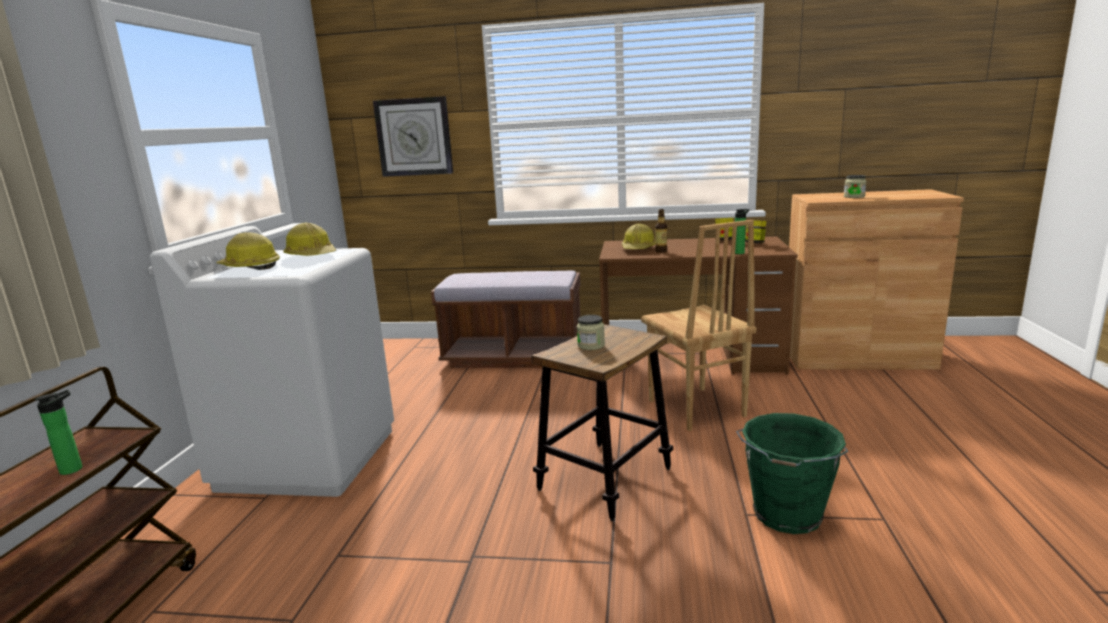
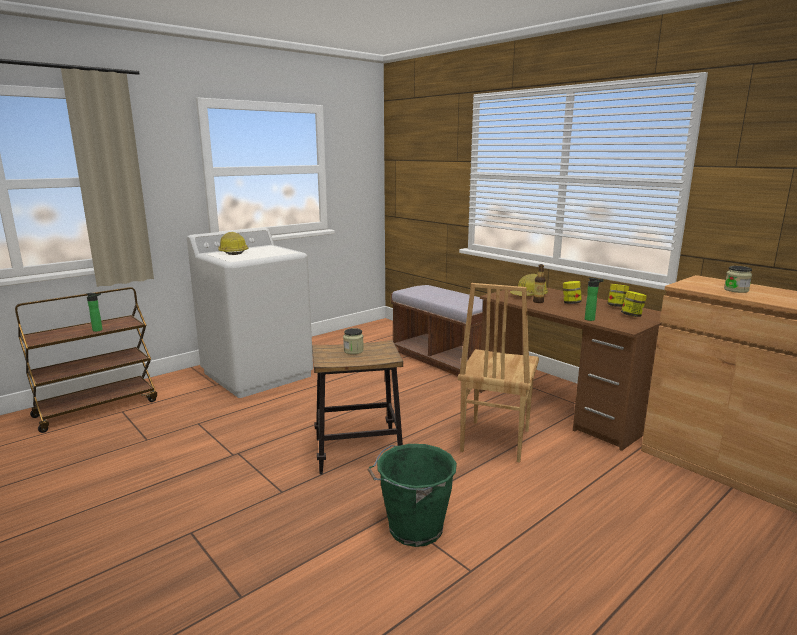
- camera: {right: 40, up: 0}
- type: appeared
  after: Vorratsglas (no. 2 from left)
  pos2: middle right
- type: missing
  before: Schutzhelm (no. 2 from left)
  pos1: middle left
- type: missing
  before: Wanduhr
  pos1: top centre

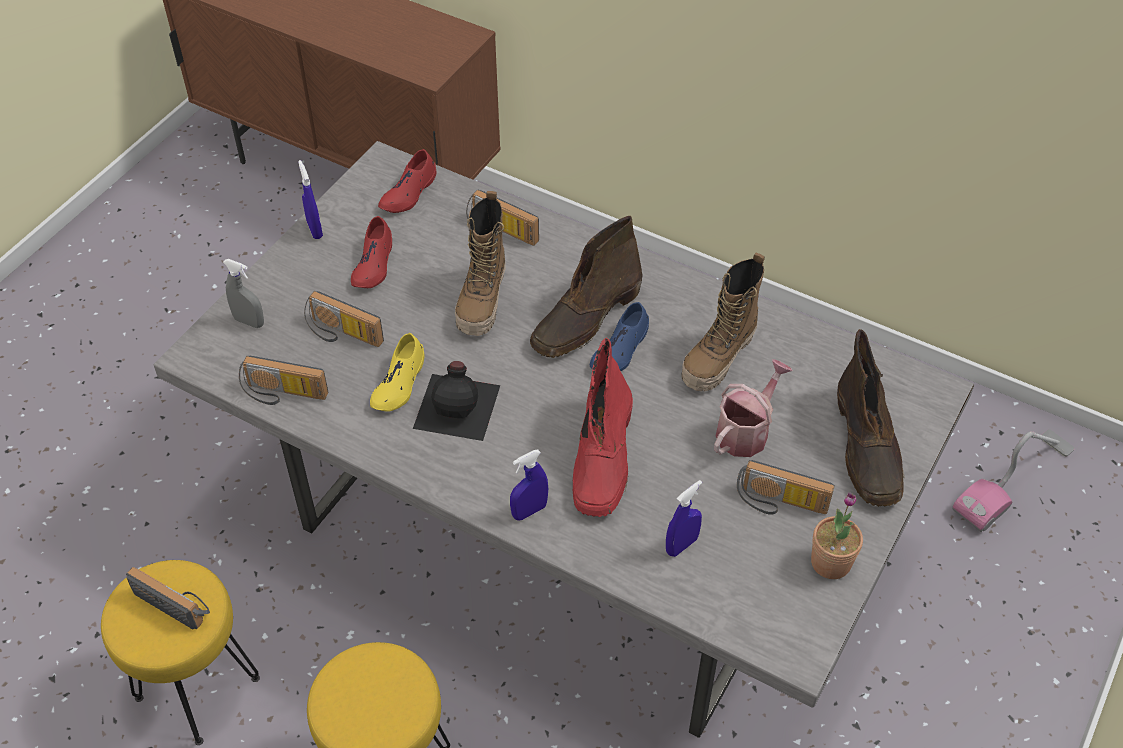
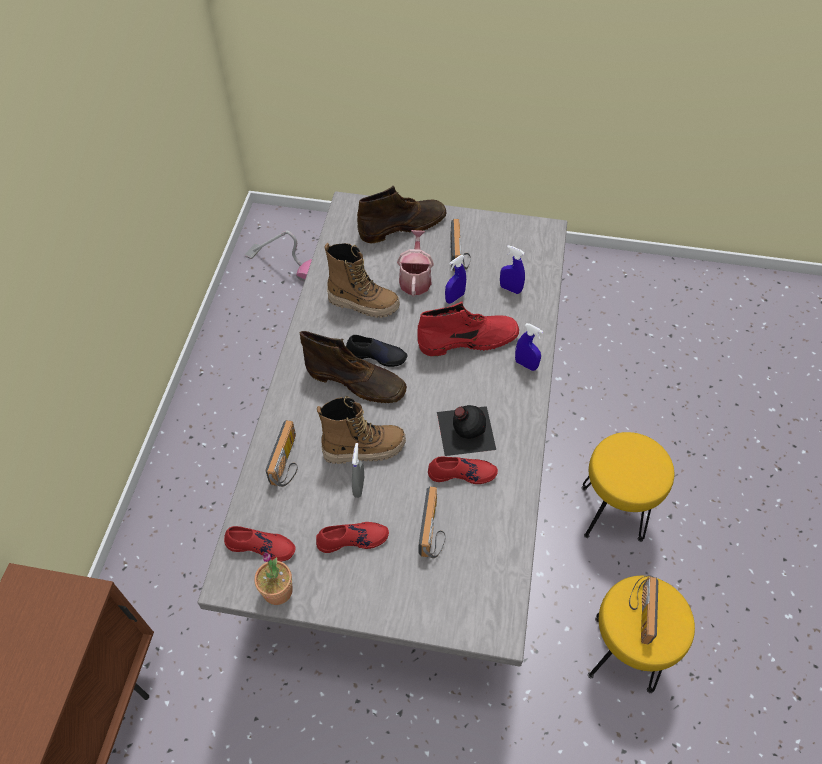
- camera: {right: -110, up: 5}
- type: relocated
  before: Topfpflanze
  pos1: bottom right
  pos2: bottom centre
- type: colour
  before: Schuh [blau]
  after: Schuh [schwarz]
  pos1: centre
  pos2: centre
- type: relocated
  before: Sprühflasche [grau]
  pos1: middle left
  pos2: centre
- type: spun
  before: Gießkanne
  pos1: middle right
  pos2: centre
  turn: 75
- type: colour
  before: Schuh [gelb]
  after: Schuh [rot] (no. 3 from left)
  pos1: centre
  pos2: centre
- type: relocated
  before: Sprühflasche [blau] (no. 1 from left)
  pos1: top left
  pos2: centre
- type: missing
  before: Radio (no. 2 from left)
  pos1: middle left

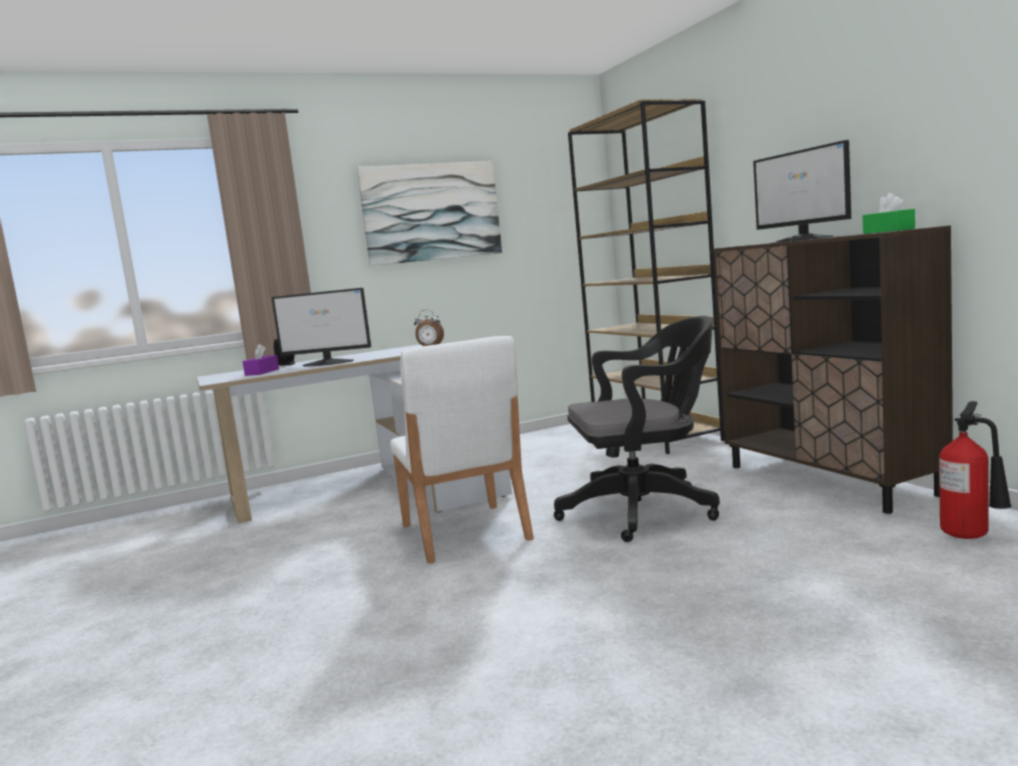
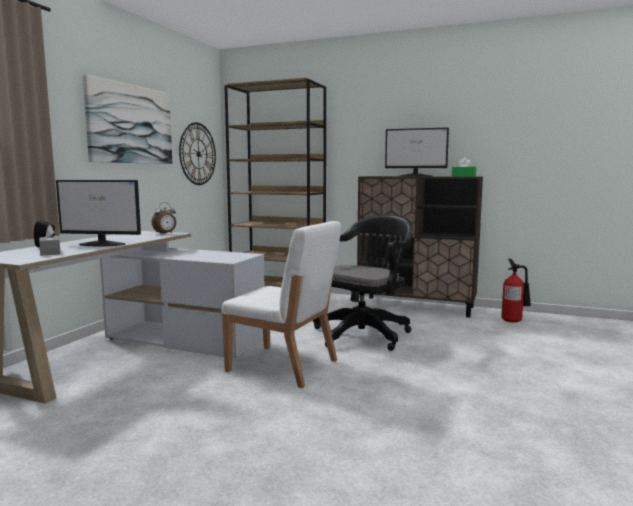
- camera: {right: -45, up: 0}
- type: colour
  before: Taschentuchbox [lila]
  after: Taschentuchbox [grau]
  pos1: middle left
  pos2: middle left
- type: spun
  before: Monitor (no. 1 from left)
  pos1: middle left
  pos2: middle left
  turn: 45
- type: appeared
  after: Wanduhr
  pos2: top left

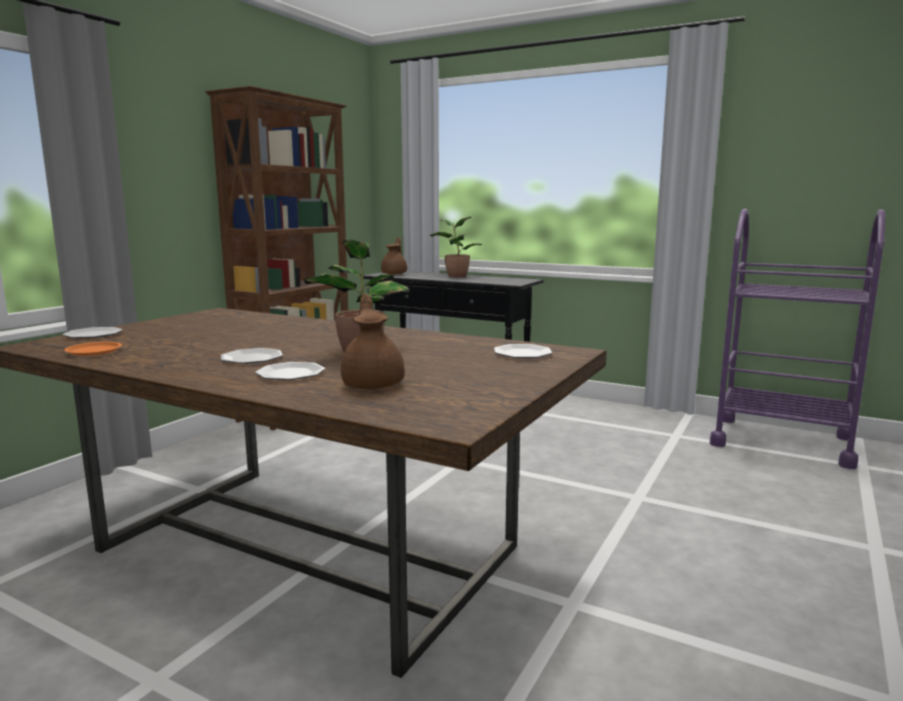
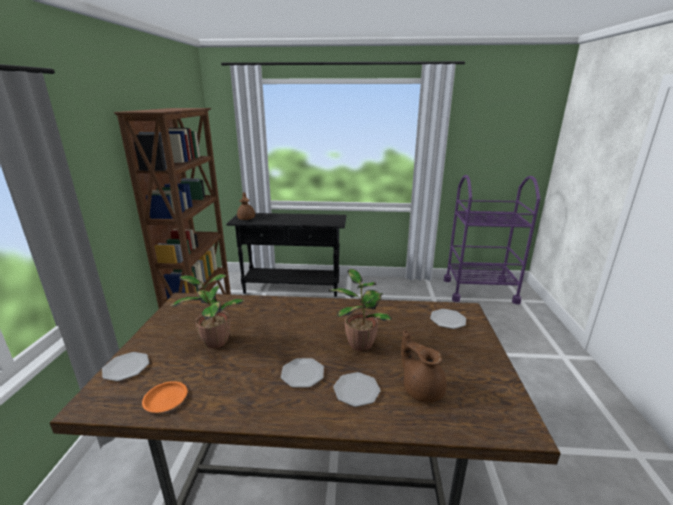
- camera: {right: -25, up: 10}
- type: relocated
  before: Topfpflanze (no. 2 from left in the first image)
  after: Topfpflanze (no. 1 from left)
  pos1: centre
  pos2: middle left

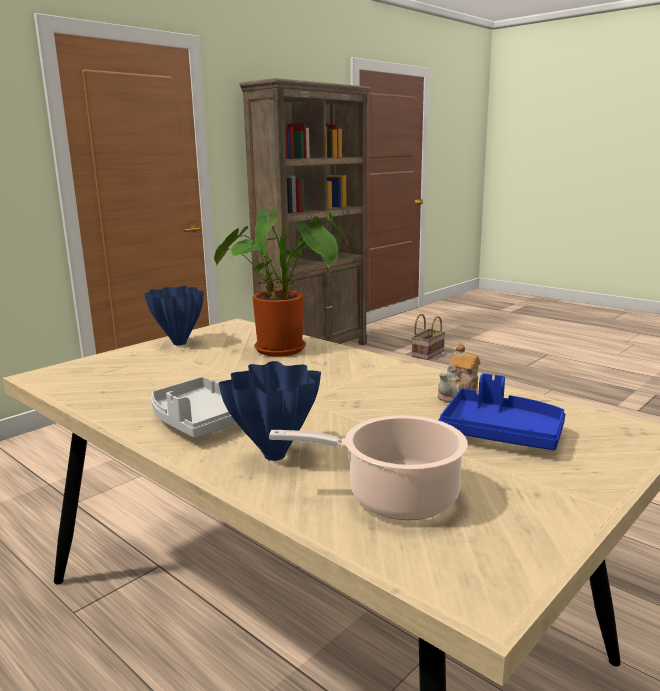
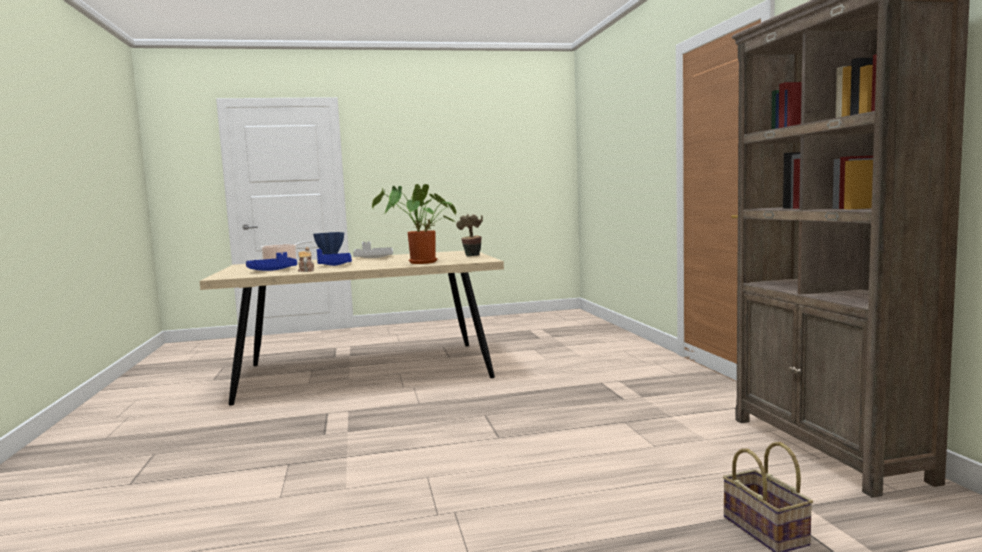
- camera: {right: 125, up: -10}
- type: appeared
  after: Tablett [blau] (no. 2 from left)
  pos2: centre
- type: exchanged
  before: Vase [blau] (no. 1 from left)
  after: Topfpflanze (no. 2 from left)
  pos1: middle left
  pos2: centre

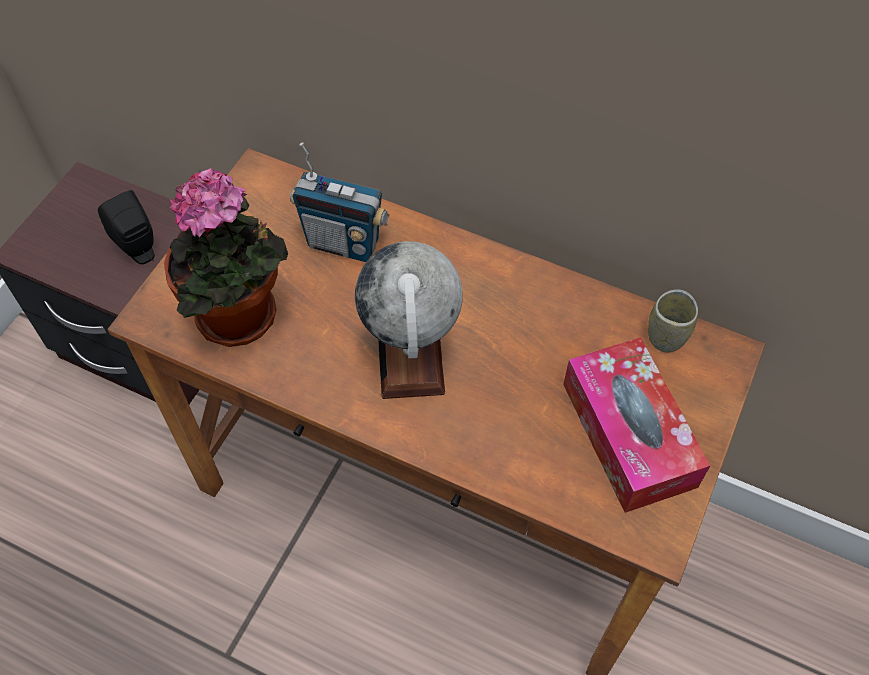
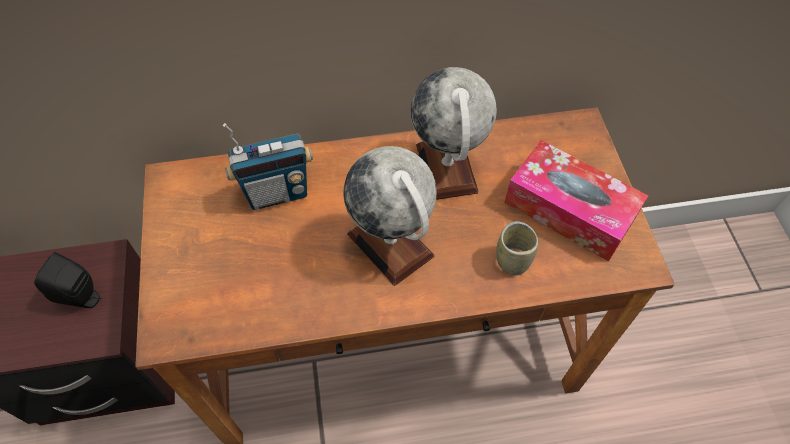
- camera: {right: -35, up: 0}
- type: appeared
  after: Globus (no. 2 from left)
  pos2: top centre
- type: relocated
  before: Tasse
  pos1: middle right
  pos2: centre
- type: missing
  before: Topfpflanze
  pos1: middle left

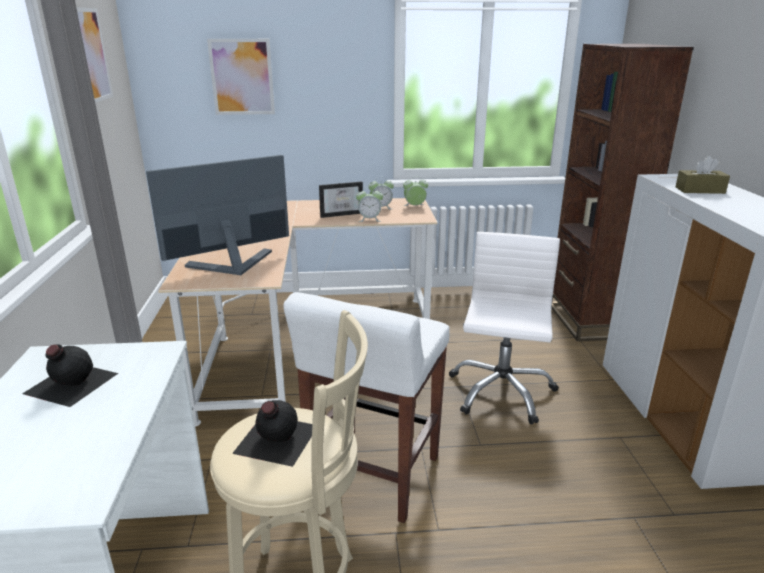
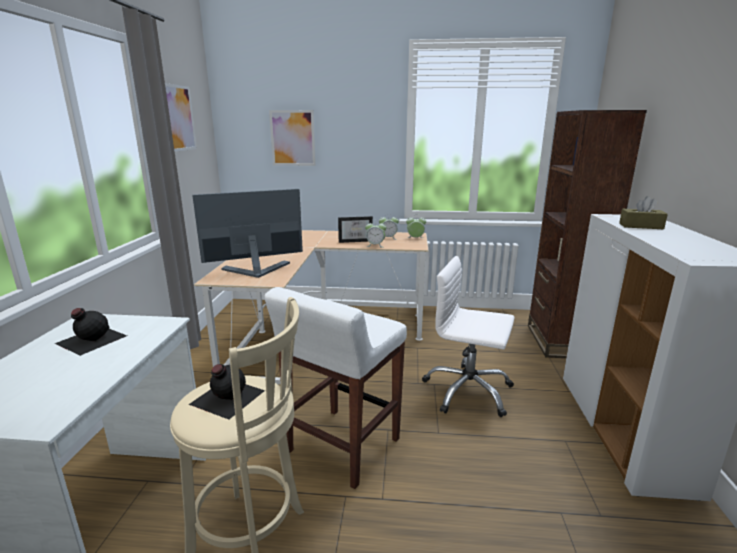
- camera: {right: 10, up: -5}
- type: spun
  before: Bürostuhl [weiß]
  pos1: centre
  pos2: centre
  turn: -90

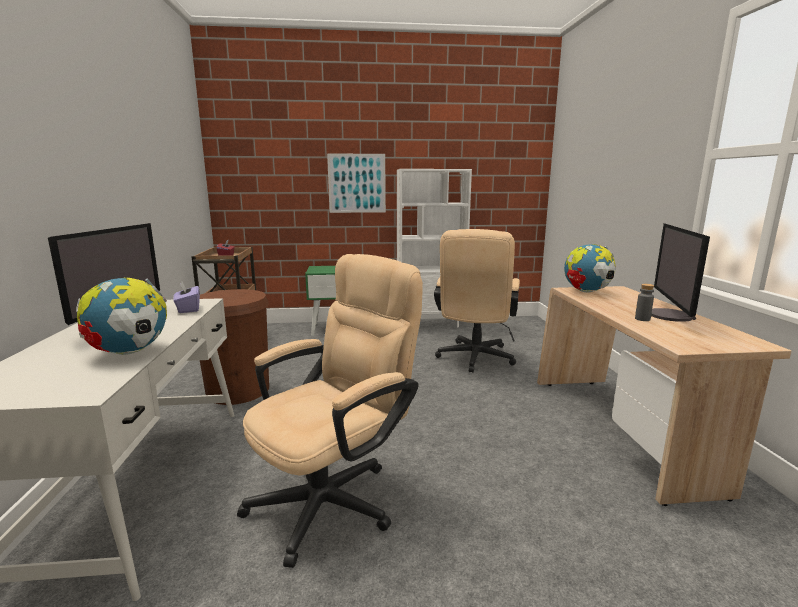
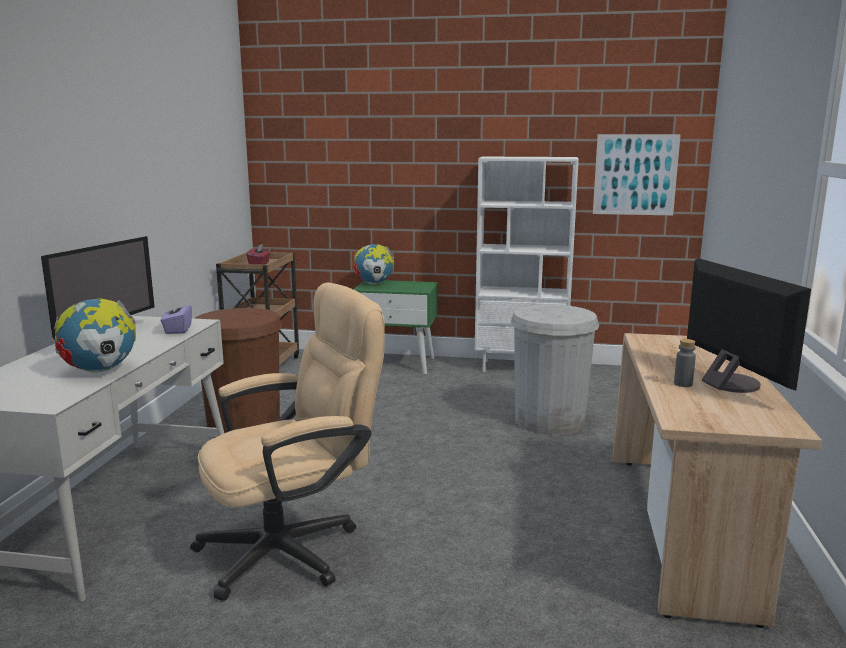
- camera: {right: 15, up: 0}
- type: relocated
  before: Globus (no. 2 from left)
  pos1: middle right
  pos2: centre
- type: exchanged
  before: Bürostuhl [beige] (no. 2 from left)
  after: Mülleimer [weiß]
  pos1: centre
  pos2: centre
- type: relocated
  before: Bild
  pos1: top centre
  pos2: top right
- type: spun
  before: Monitor (no. 2 from left)
  pos1: middle right
  pos2: middle right
  turn: 135

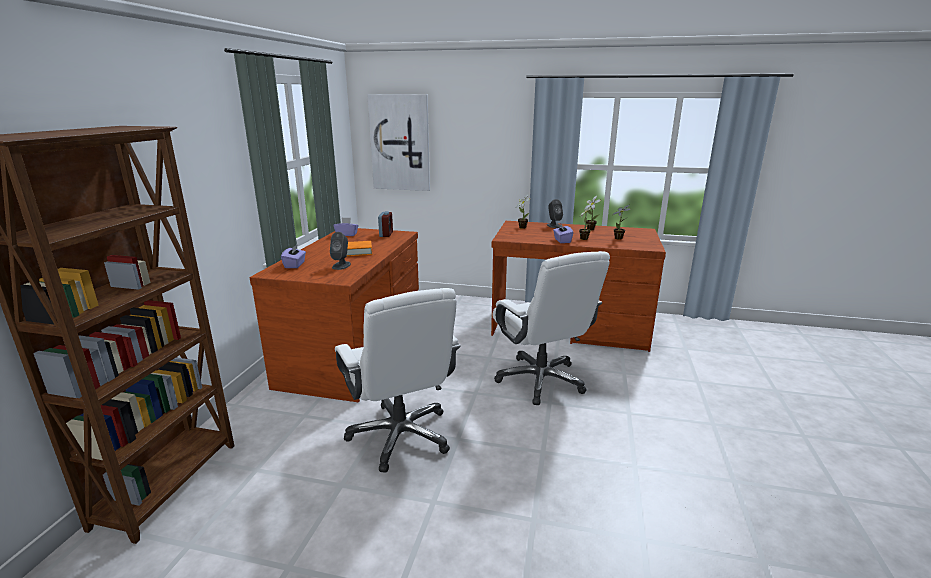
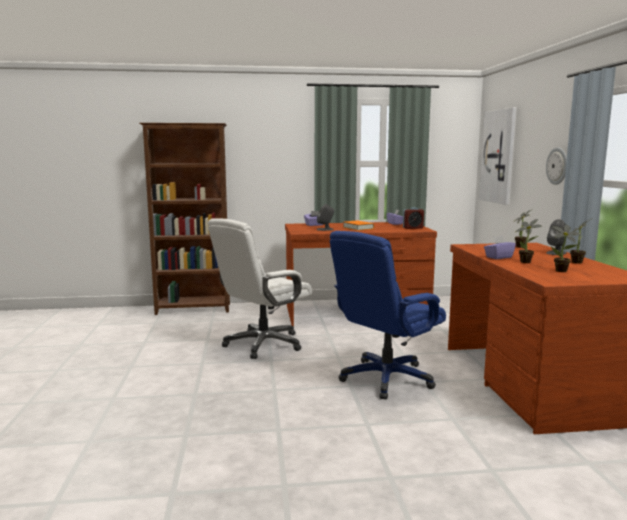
- camera: {right: 70, up: -10}
- type: colour
  before: Bürostuhl [weiß] (no. 2 from left)
  after: Bürostuhl [blau]
  pos1: centre
  pos2: centre
- type: appeared
  after: Wanduhr
  pos2: top right

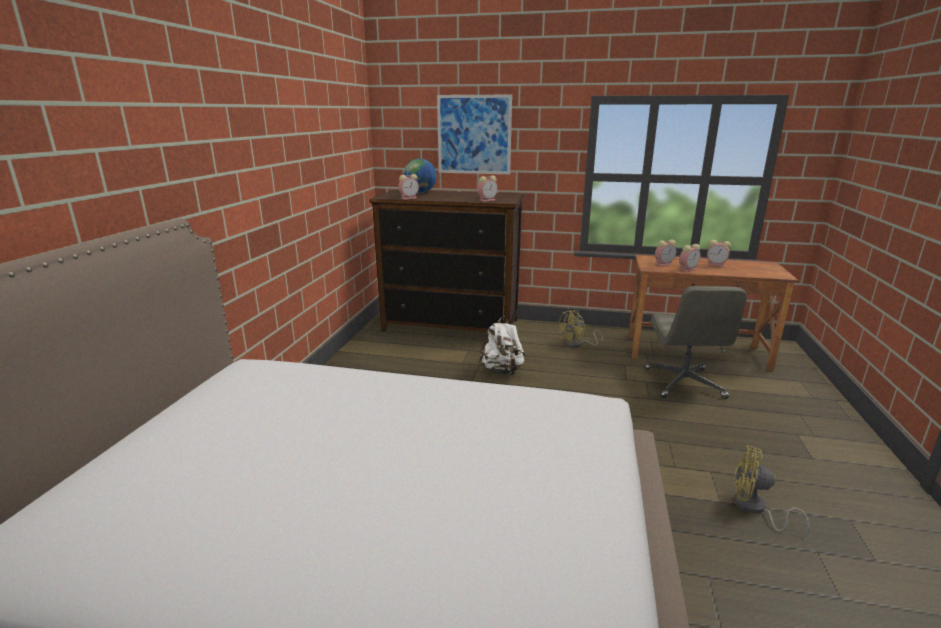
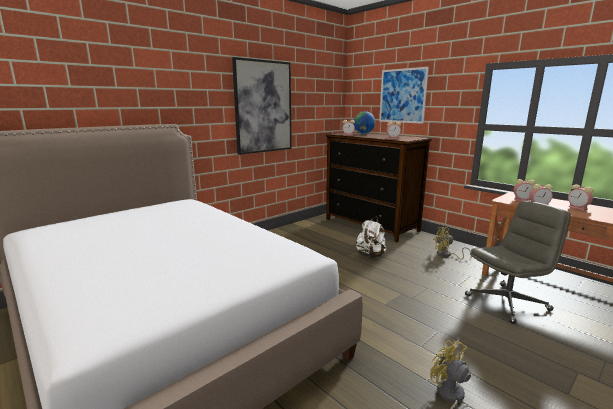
- camera: {right: 35, up: -5}
- type: appeared
  after: Bild (no. 1 from left)
  pos2: top centre
- type: spun
  before: Bürostuhl [grau]
  pos1: middle right
  pos2: middle right
  turn: -150

